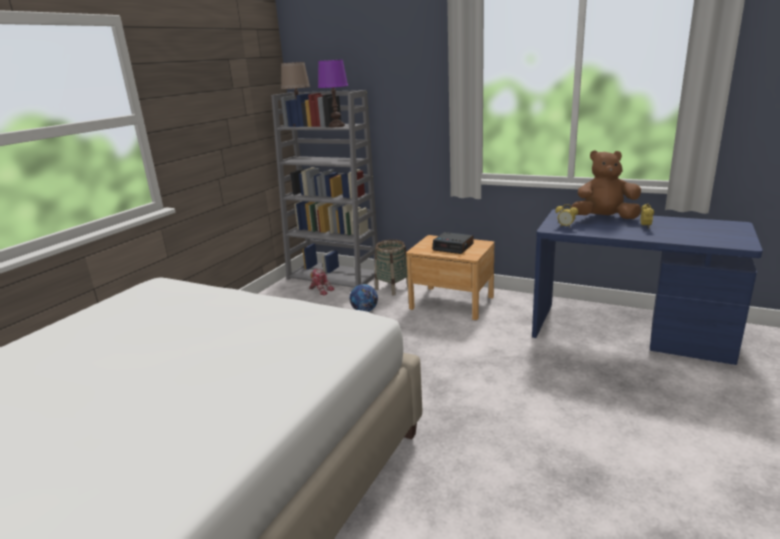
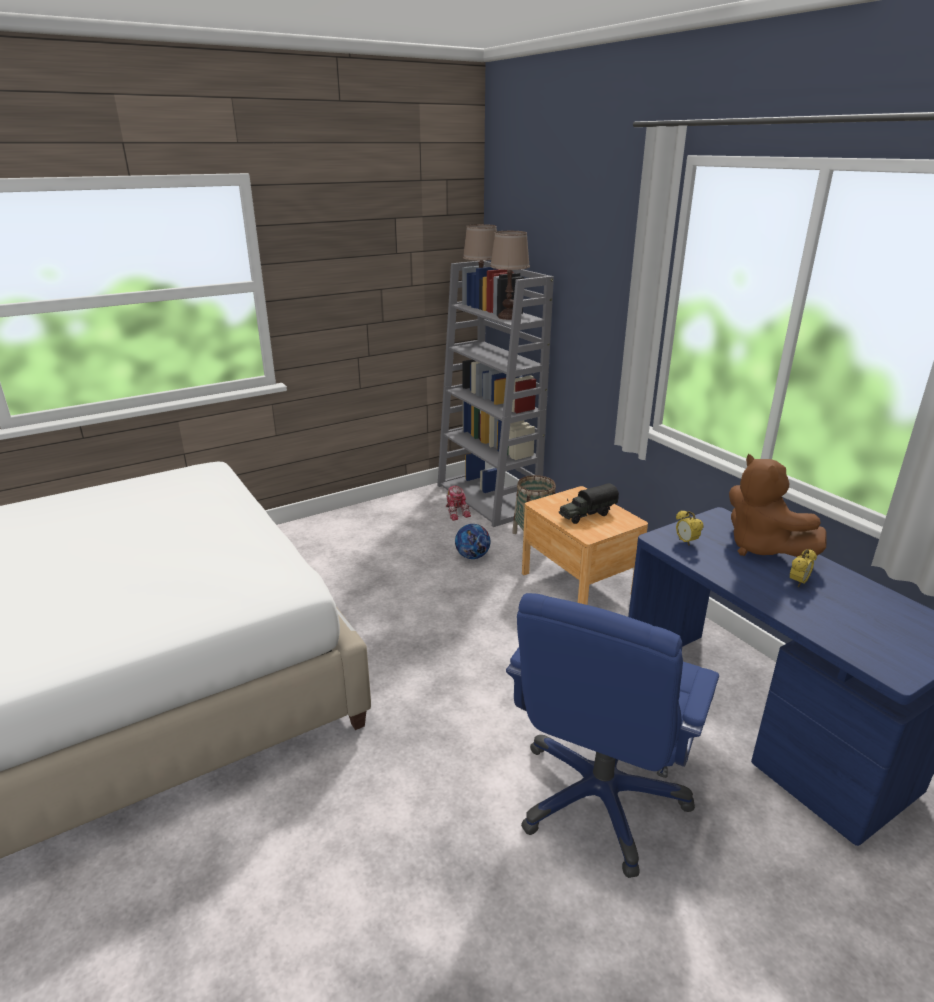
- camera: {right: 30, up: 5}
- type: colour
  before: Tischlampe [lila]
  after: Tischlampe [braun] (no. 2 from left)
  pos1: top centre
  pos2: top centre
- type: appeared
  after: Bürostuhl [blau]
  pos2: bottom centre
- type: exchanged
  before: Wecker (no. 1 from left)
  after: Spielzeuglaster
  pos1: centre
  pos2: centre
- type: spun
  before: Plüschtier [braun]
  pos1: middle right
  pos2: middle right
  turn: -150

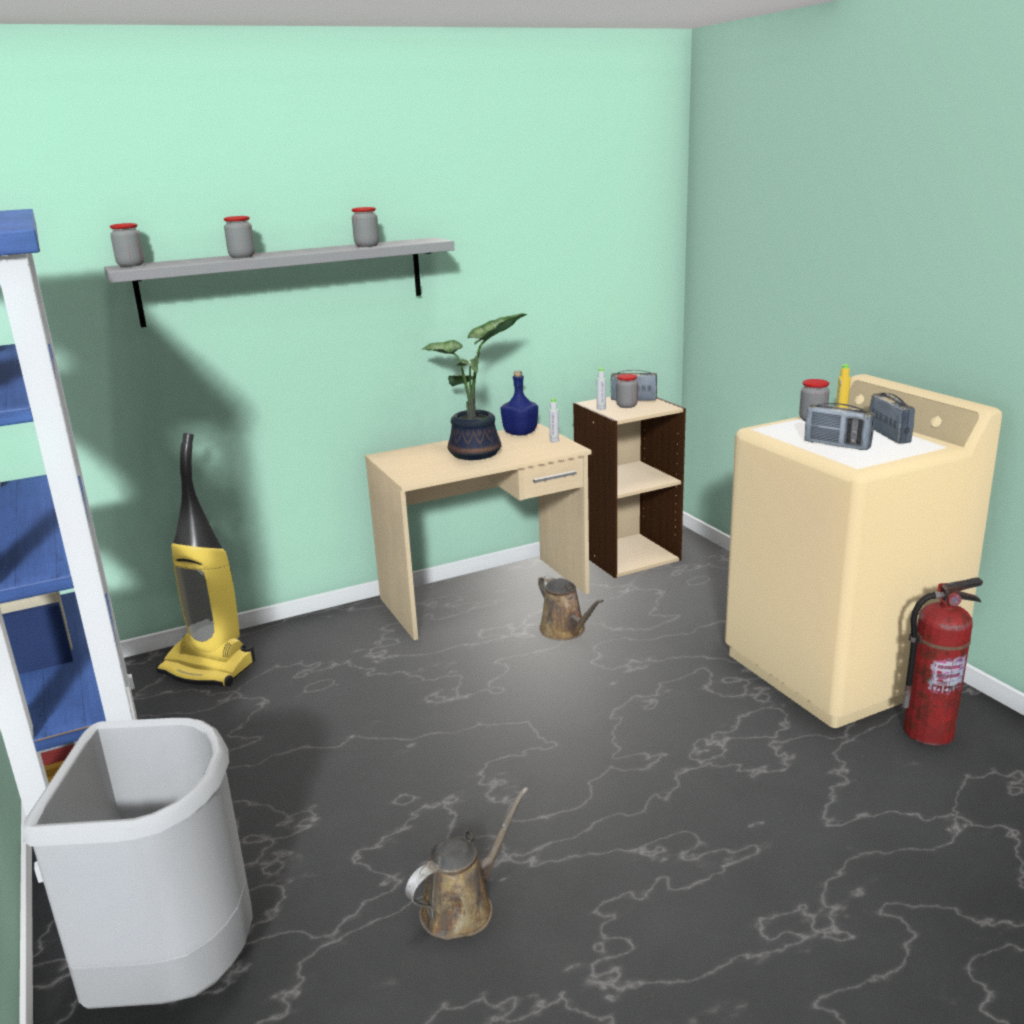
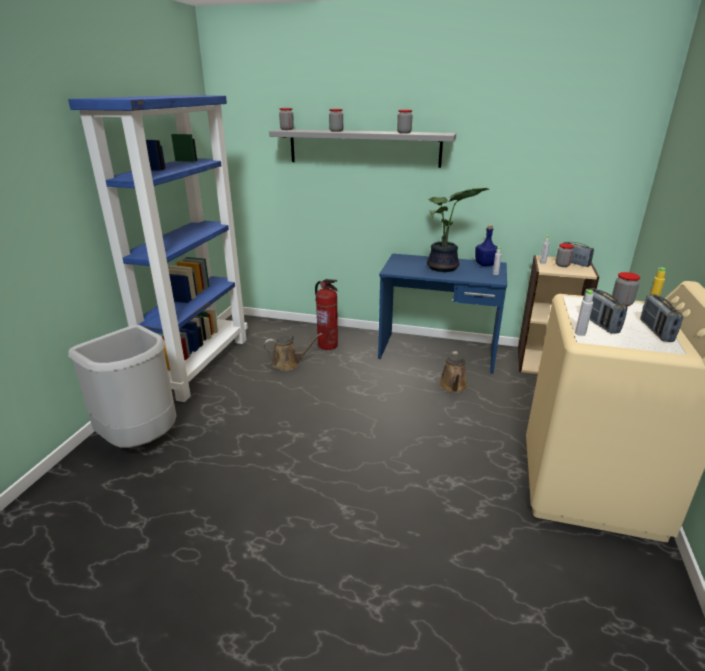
- camera: {right: 40, up: 5}
- type: relocated
  before: Gießkanne [braun] (no. 1 from left)
  pos1: bottom centre
  pos2: centre
- type: relocated
  before: Feuerlöscher
  pos1: middle right
  pos2: centre
- type: colour
  before: Schreibtisch [beige]
  after: Schreibtisch [blau]
  pos1: centre
  pos2: centre
- type: appeared
  after: Flasche [grau] (no. 3 from left)
  pos2: middle right
- type: spun
  before: Radio (no. 3 from left)
  pos1: middle right
  pos2: middle right
  turn: 150
- type: missing
  before: Staubsauger
  pos1: middle left

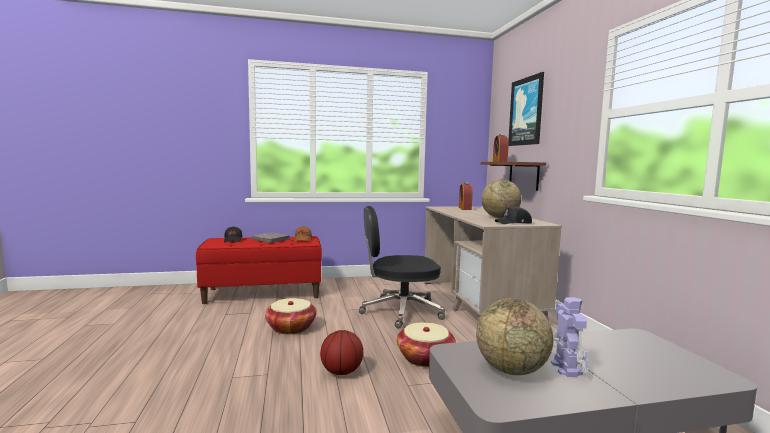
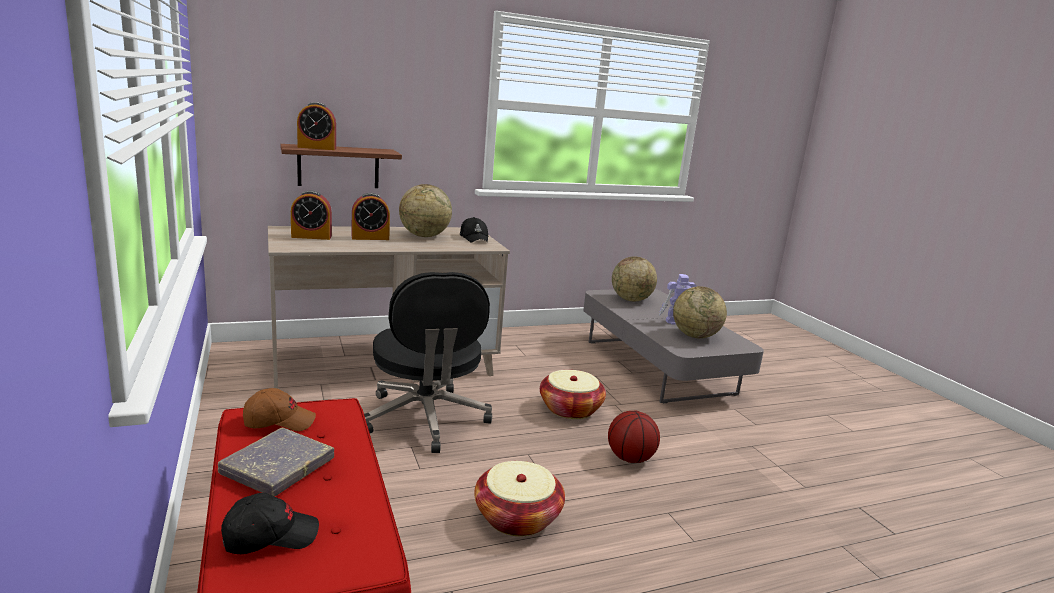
- camera: {right: -100, up: 10}
- type: appeared
  after: Wecker (no. 3 from left)
  pos2: centre
- type: appeared
  after: Globus (no. 2 from left)
  pos2: centre
- type: missing
  before: Bild
  pos1: top right

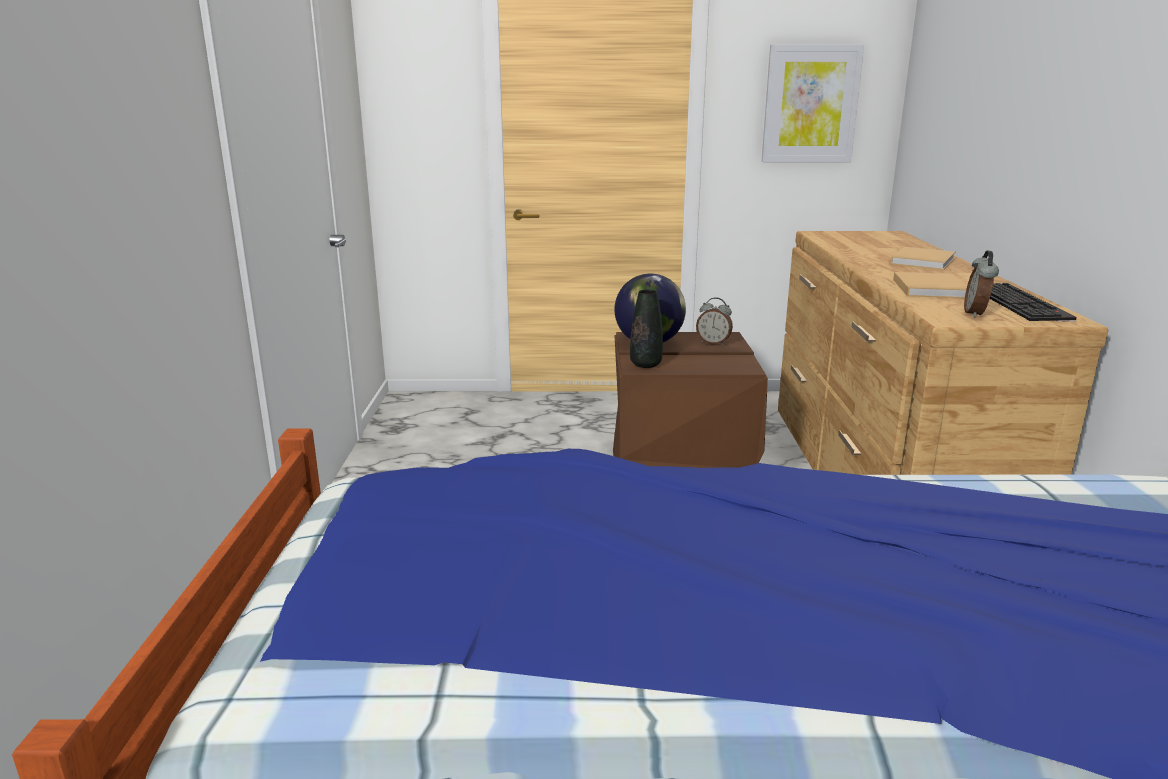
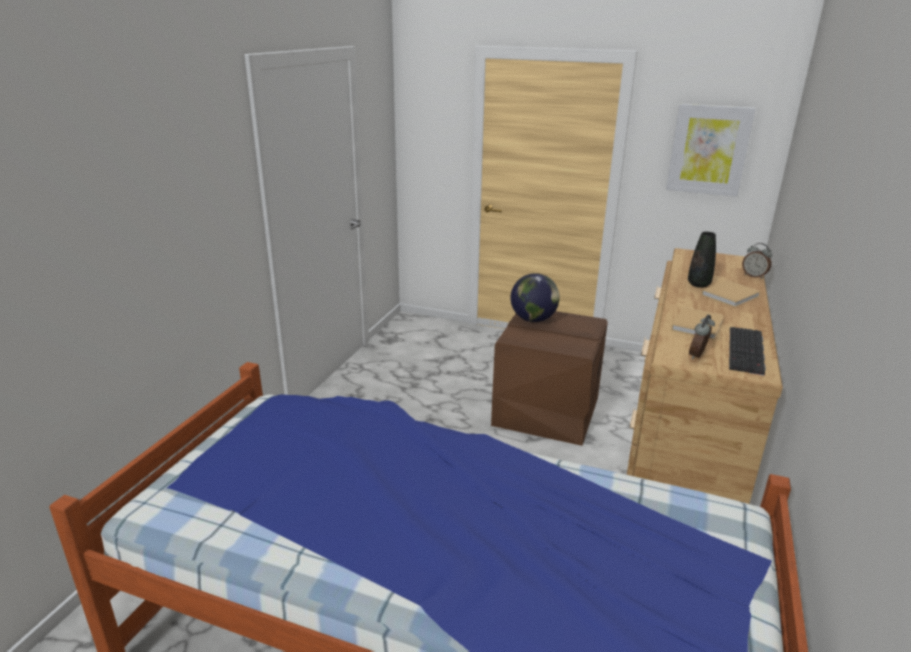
- camera: {right: 20, up: 5}
- type: relocated
  before: Vase [schwarz]
  pos1: centre
  pos2: middle right
- type: relocated
  before: Wecker (no. 1 from left in the first image)
  after: Wecker (no. 2 from left)
  pos1: centre
  pos2: middle right

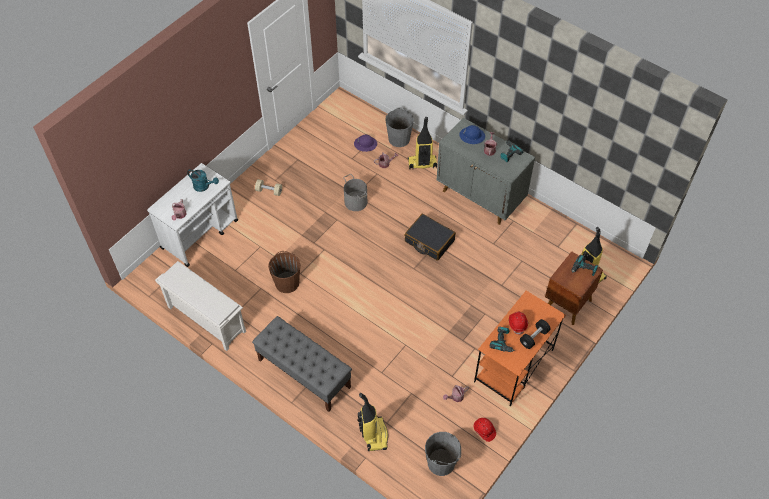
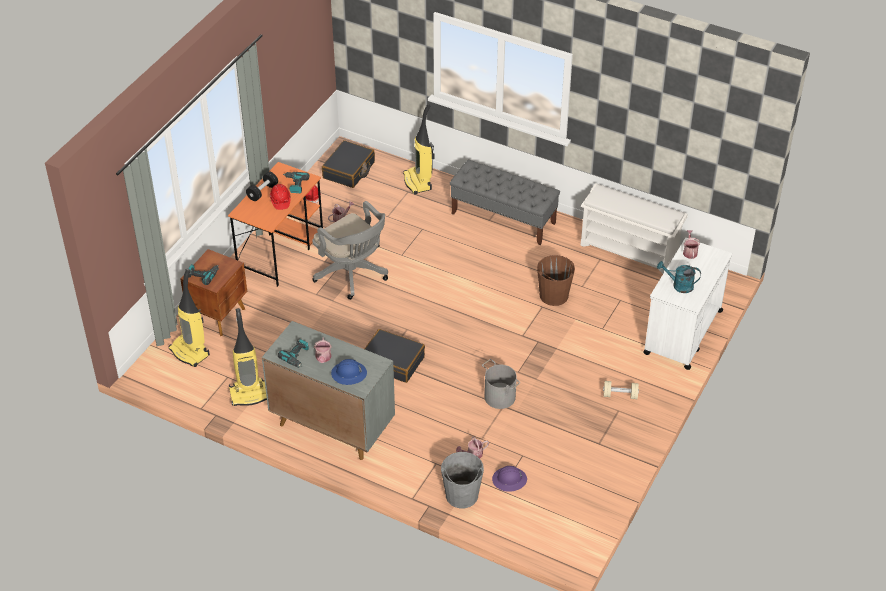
- camera: {right: 170, up: -10}
- type: relocated
  before: Staubsauger (no. 2 from left)
  pos1: top centre
  pos2: middle left
- type: appeared
  after: Bürostuhl [grau]
  pos2: centre
- type: exchanged
  before: Eimer [grau] (no. 3 from left)
  after: Koffer [schwarz] (no. 1 from left)
  pos1: bottom centre
  pos2: top centre

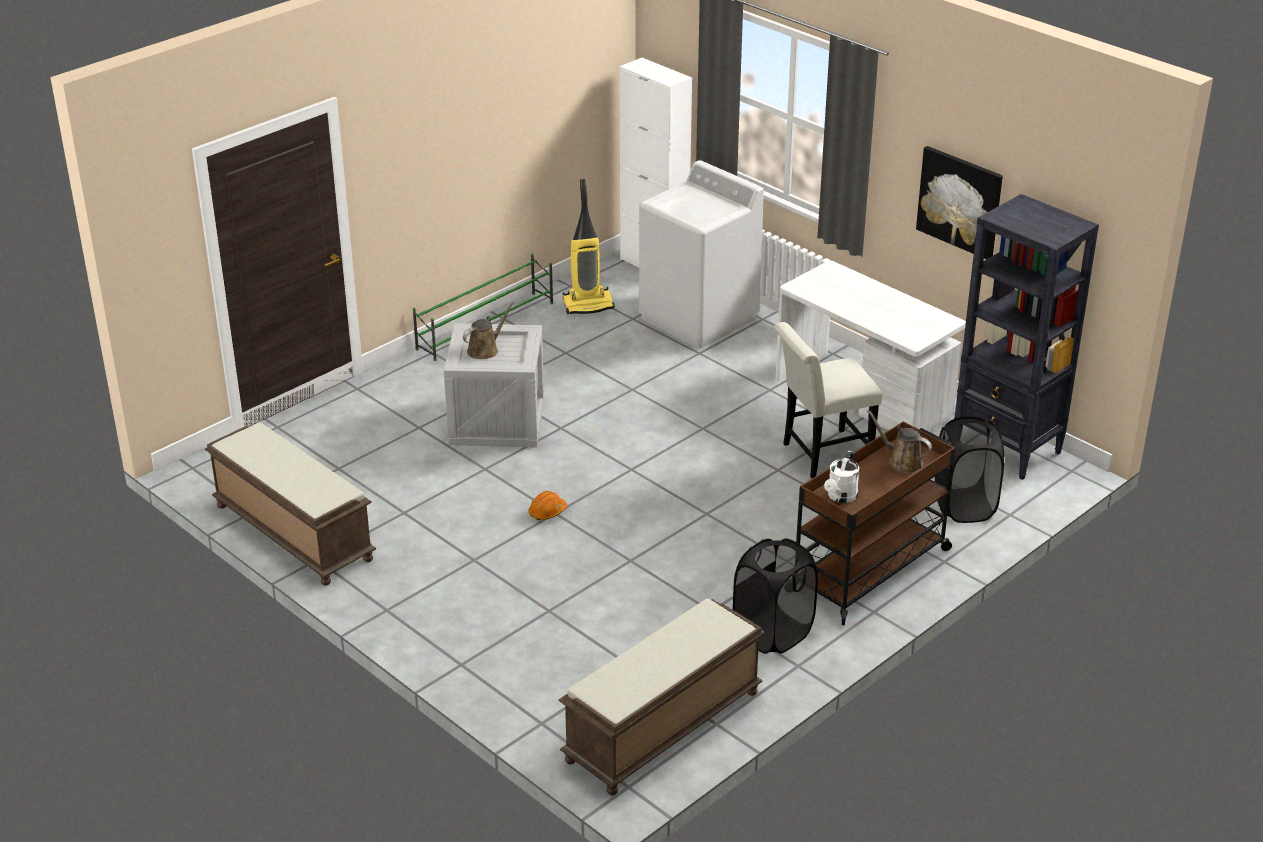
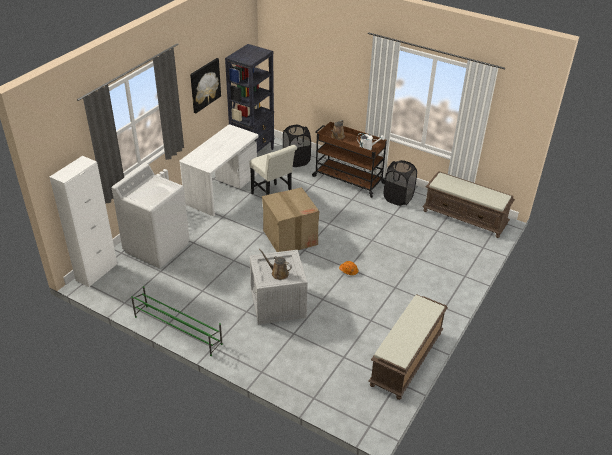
- camera: {right: -105, up: 5}
- type: appeared
  after: Karton
  pos2: centre
- type: missing
  before: Staubsauger
  pos1: top centre

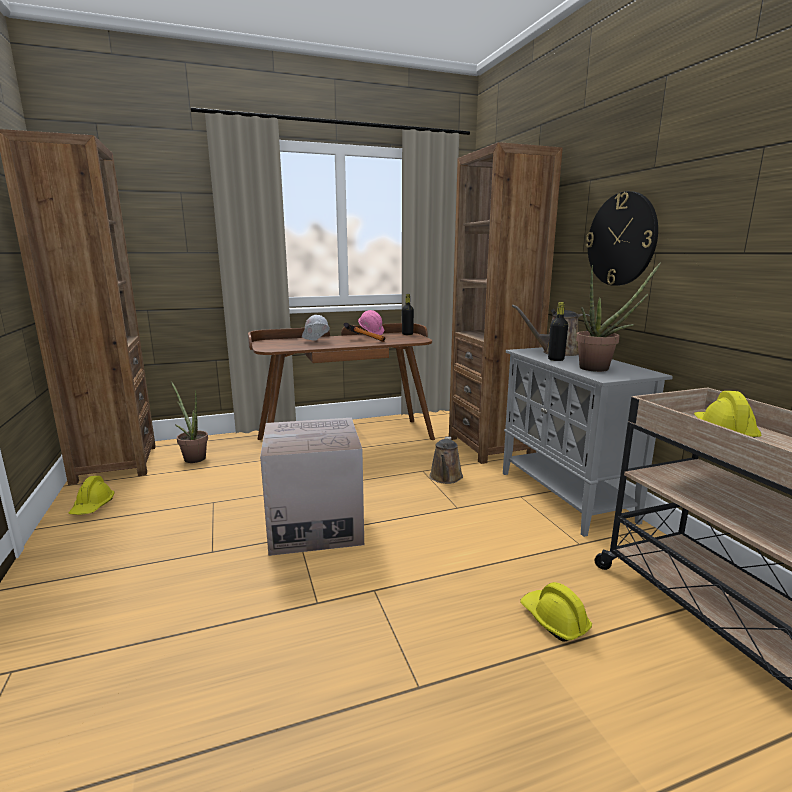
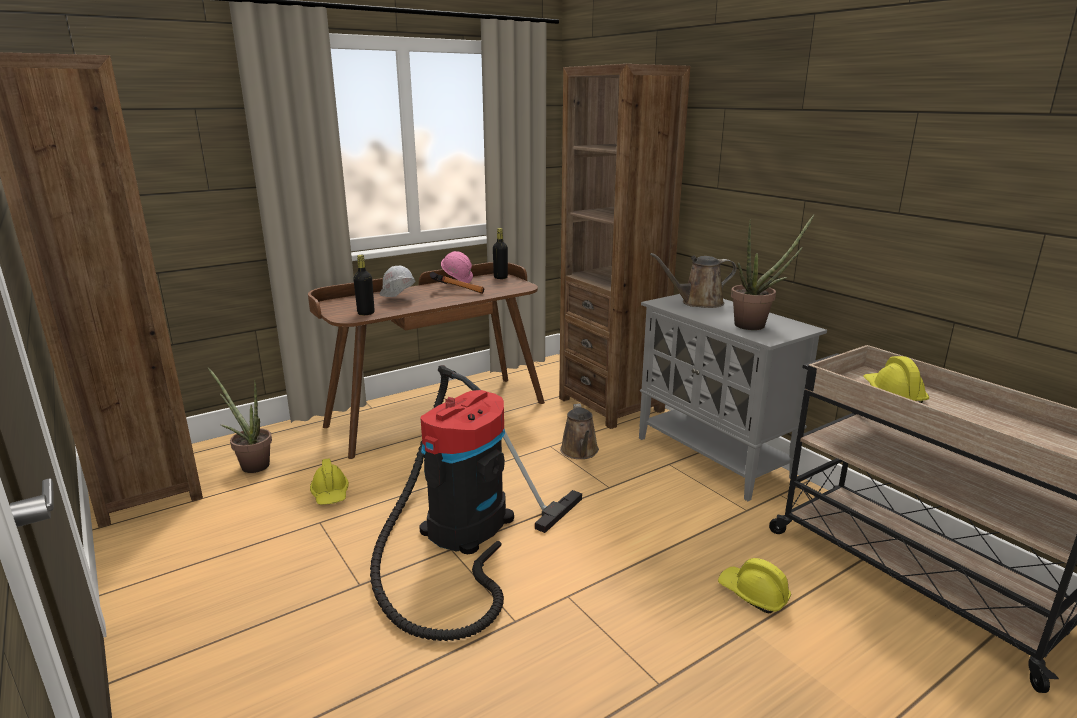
- camera: {right: -15, up: 5}
- type: relocated
  before: Schutzhelm [gelb] (no. 1 from left)
  pos1: middle left
  pos2: bottom left
- type: relocated
  before: Flasche [schwarz] (no. 2 from left in the first image)
  after: Flasche [schwarz] (no. 1 from left)
  pos1: middle right
  pos2: centre
- type: exchanged
  before: Karton
  after: Staubsauger
  pos1: centre
  pos2: bottom centre
- type: missing
  before: Wanduhr
  pos1: top right

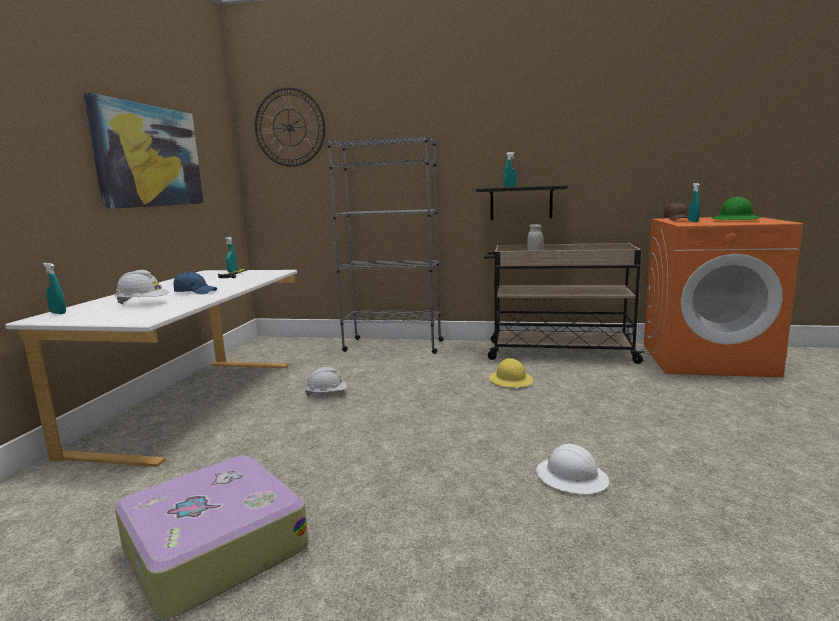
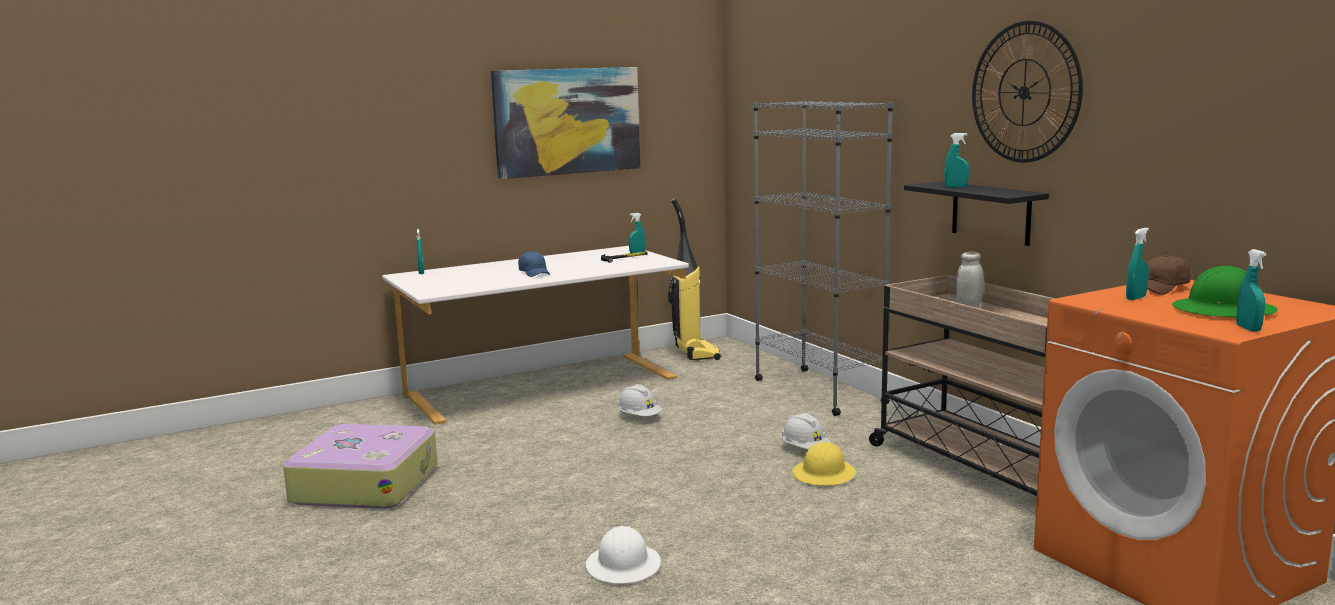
- camera: {right: 50, up: 0}
- type: appeared
  after: Staubsauger
  pos2: centre
- type: relocated
  before: Schutzhelm [weiß] (no. 1 from left in the first image)
  after: Schutzhelm [weiß] (no. 3 from left)
  pos1: middle left
  pos2: bottom centre
- type: relocated
  before: Wanduhr
  pos1: top centre
  pos2: top right
- type: appeared
  after: Sprühflasche [türkis] (no. 5 from left)
  pos2: middle right

